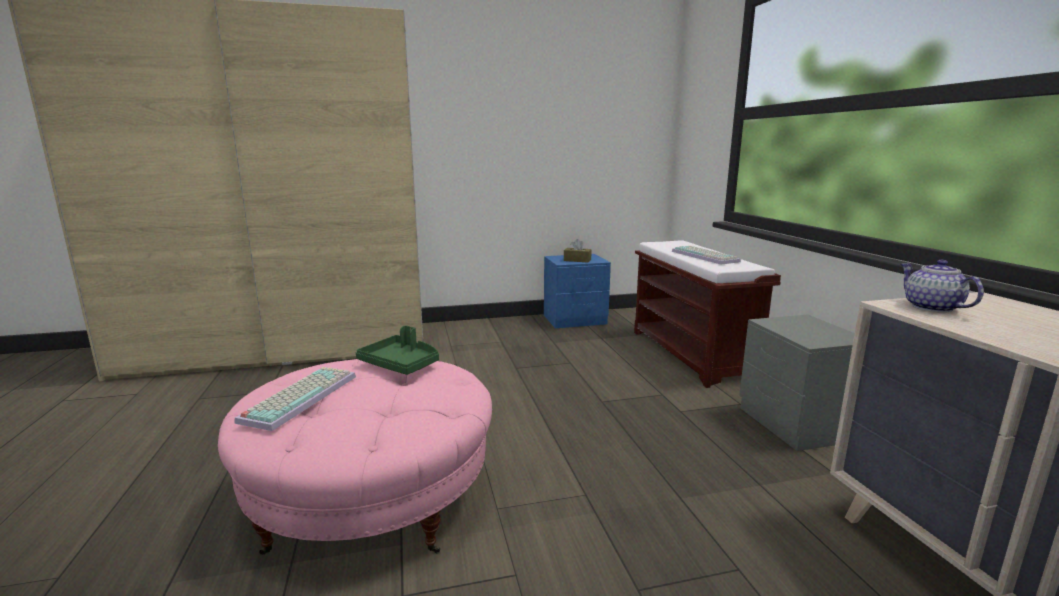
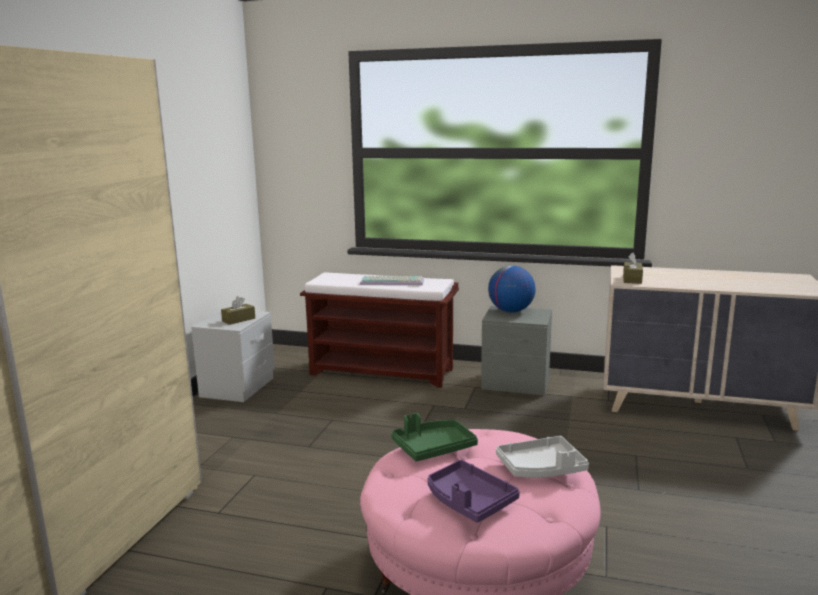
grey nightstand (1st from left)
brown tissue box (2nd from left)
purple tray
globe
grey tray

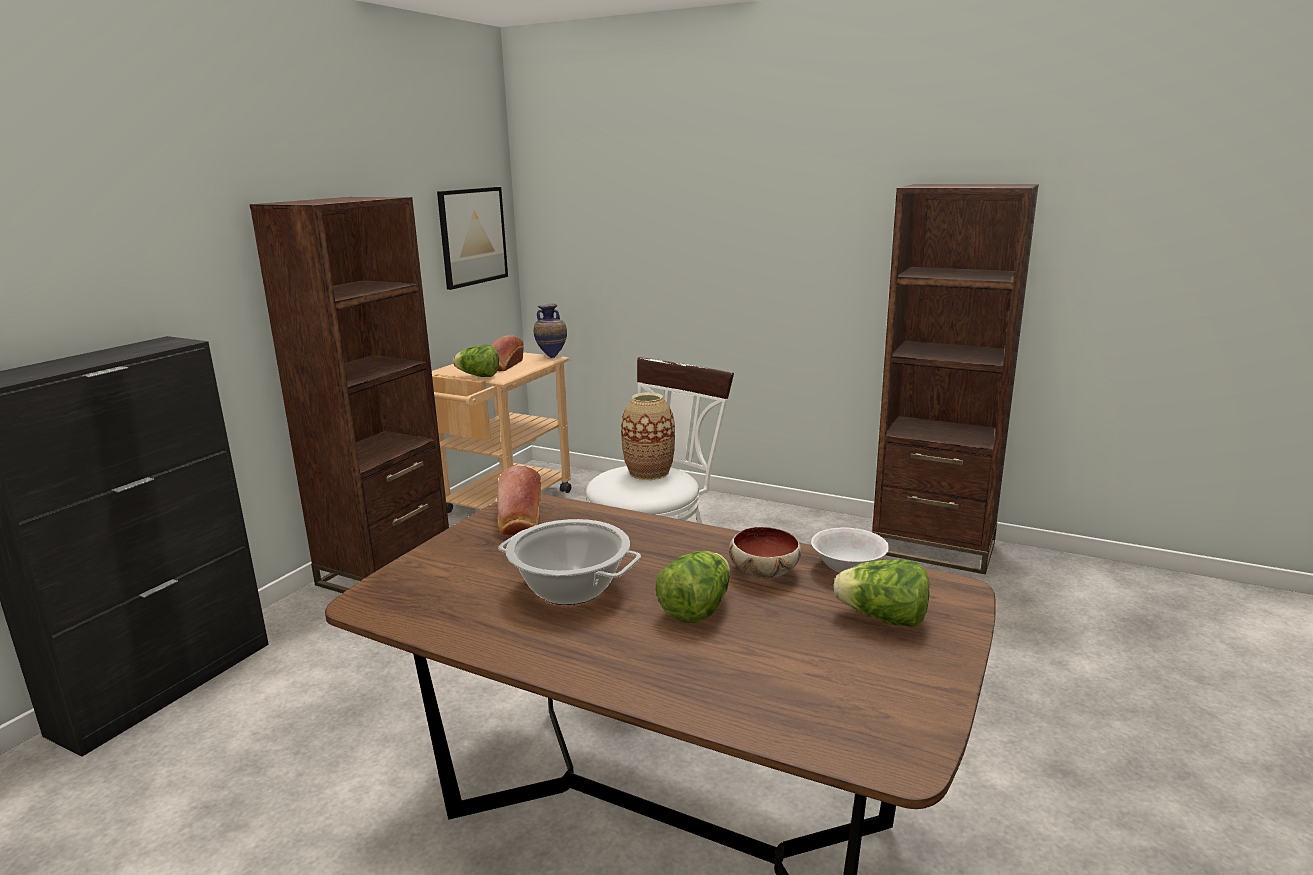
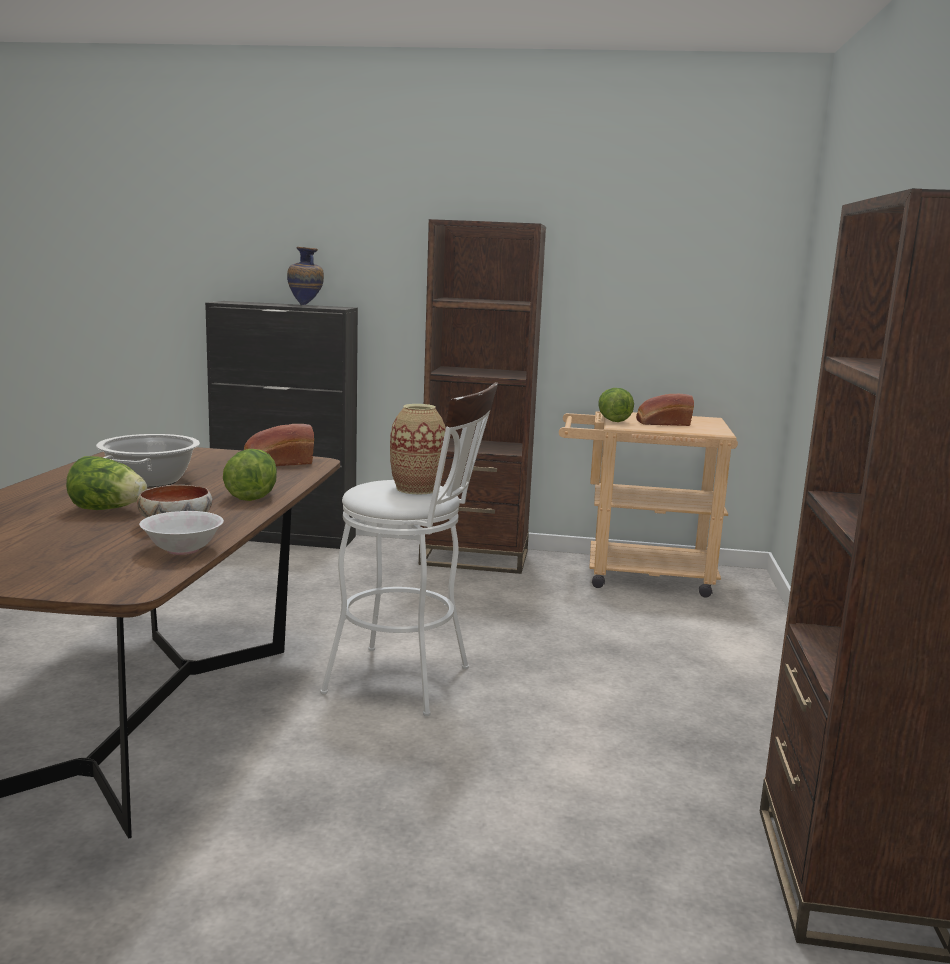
picture
vase (1st from left)
lettuce (2nd from left)

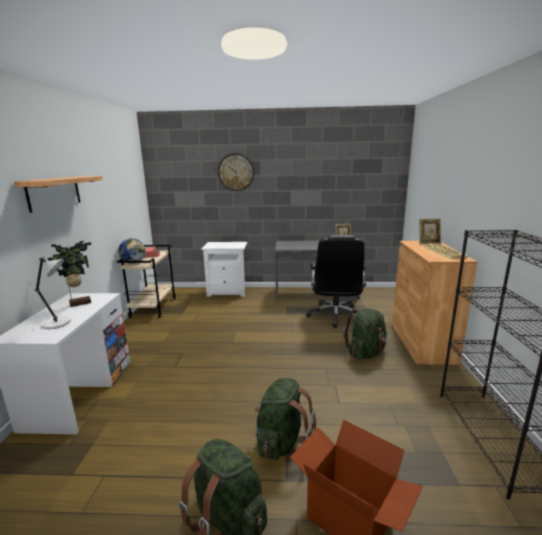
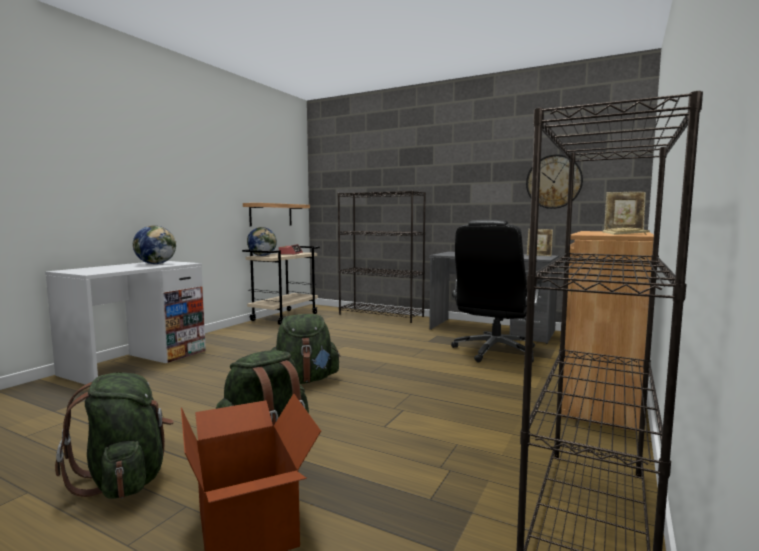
wall clock
shelf
globe (1st from left)
black bookcase (1st from left)
grey table lamp
green backpack (3rd from left)

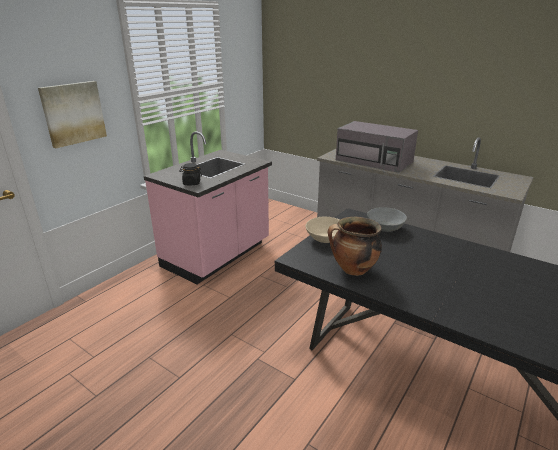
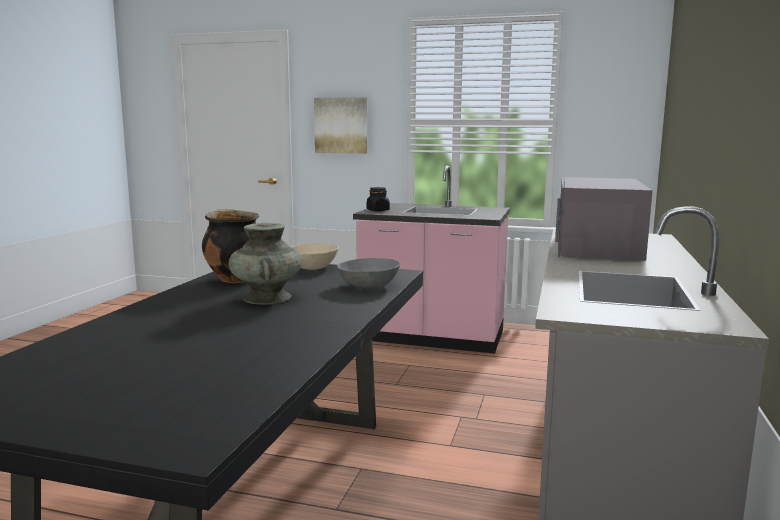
turquoise vase

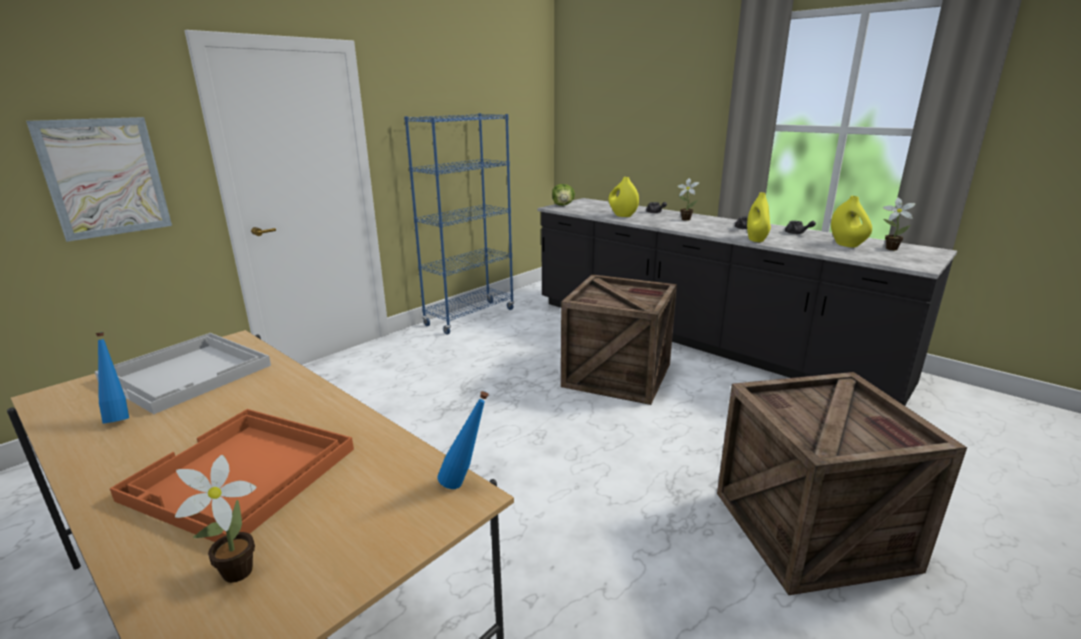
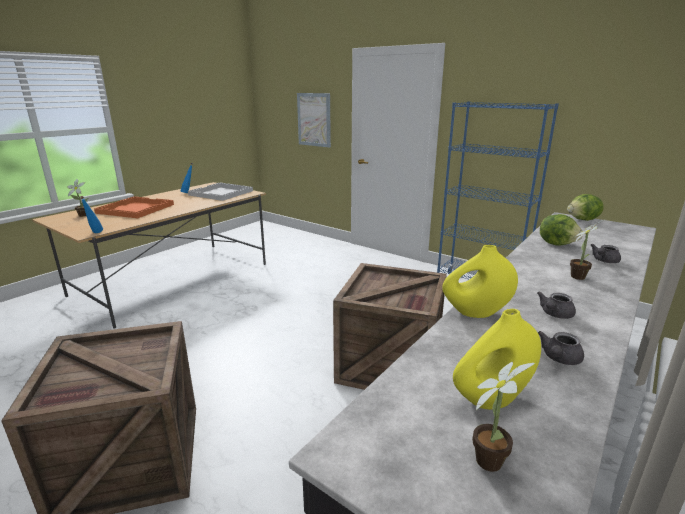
lettuce (1st from left)

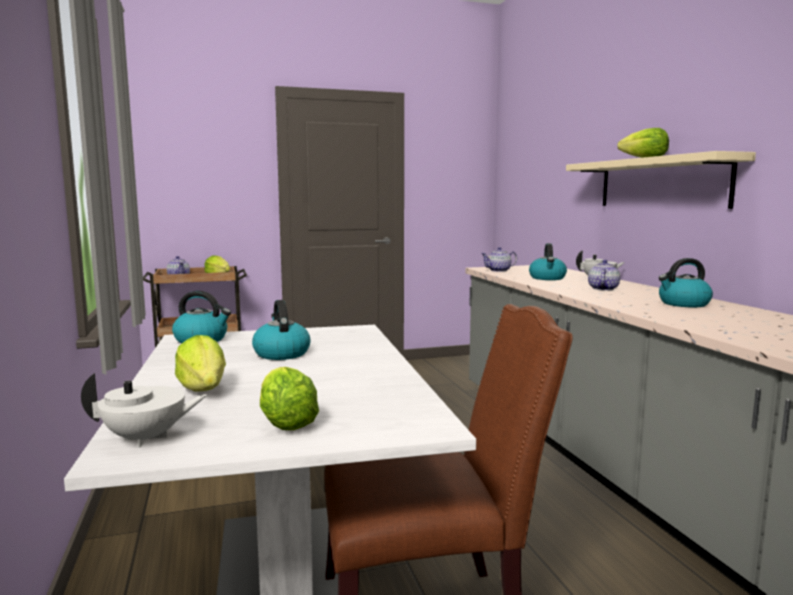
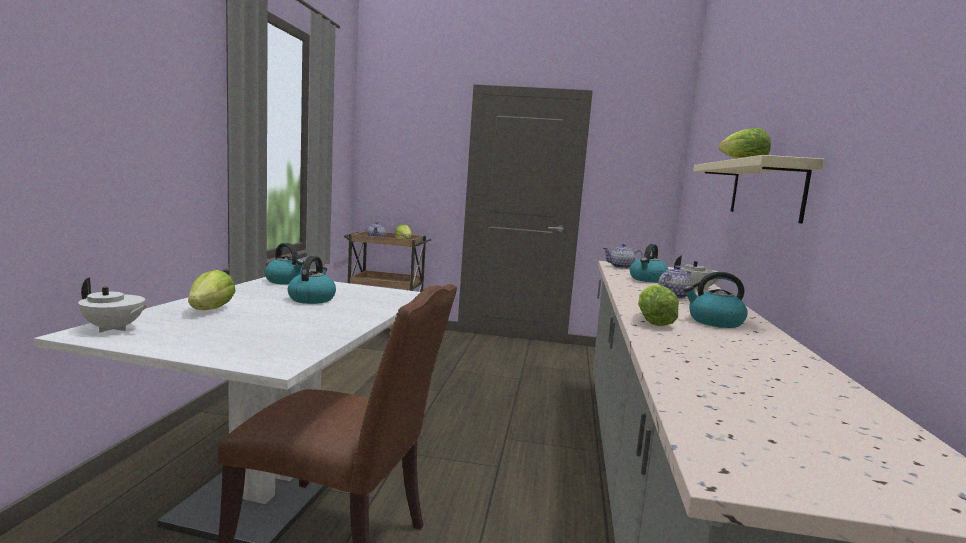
lettuce (3rd from left)

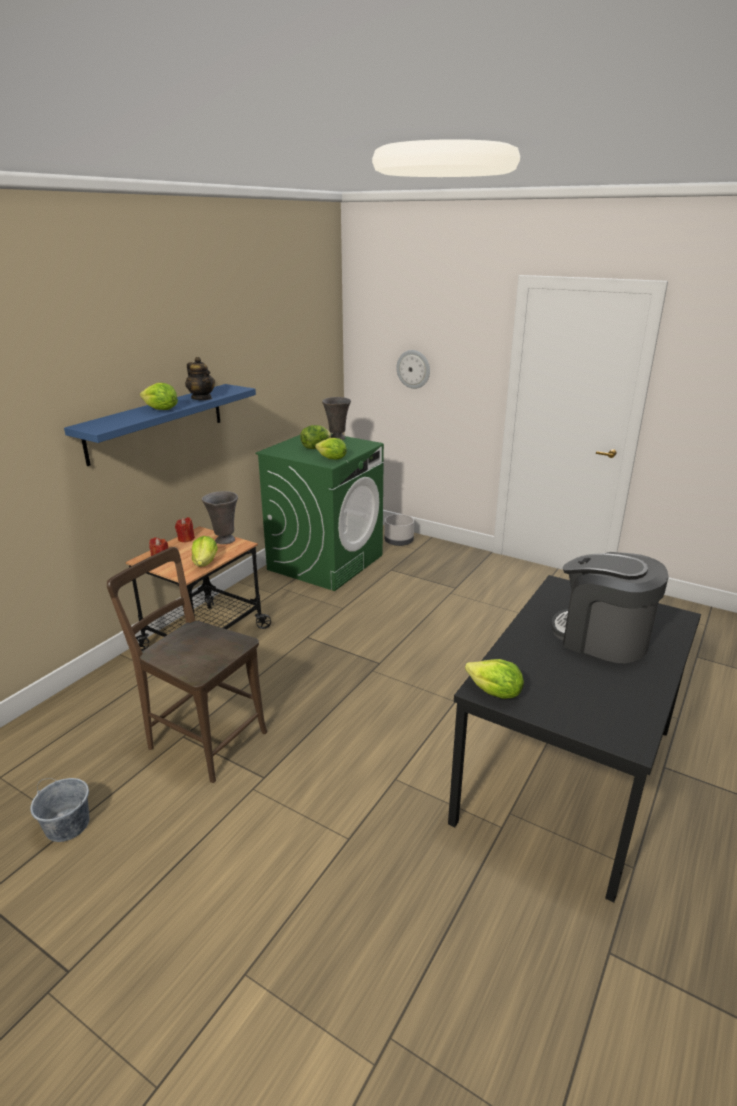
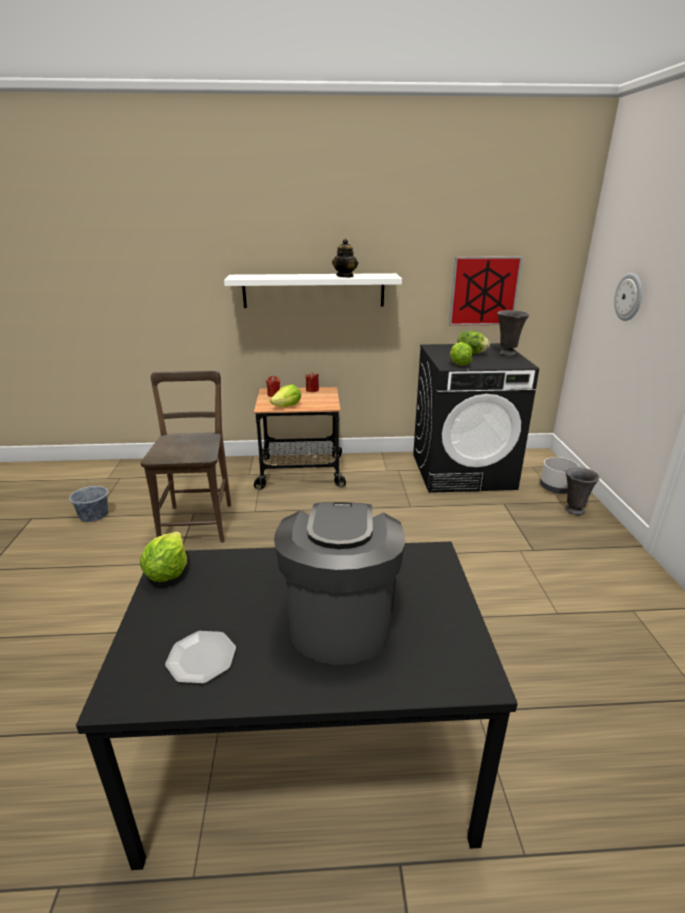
lettuce (1st from left in the first image)
white shelf
black washing machine
grey vase (2nd from left)
picture
plate

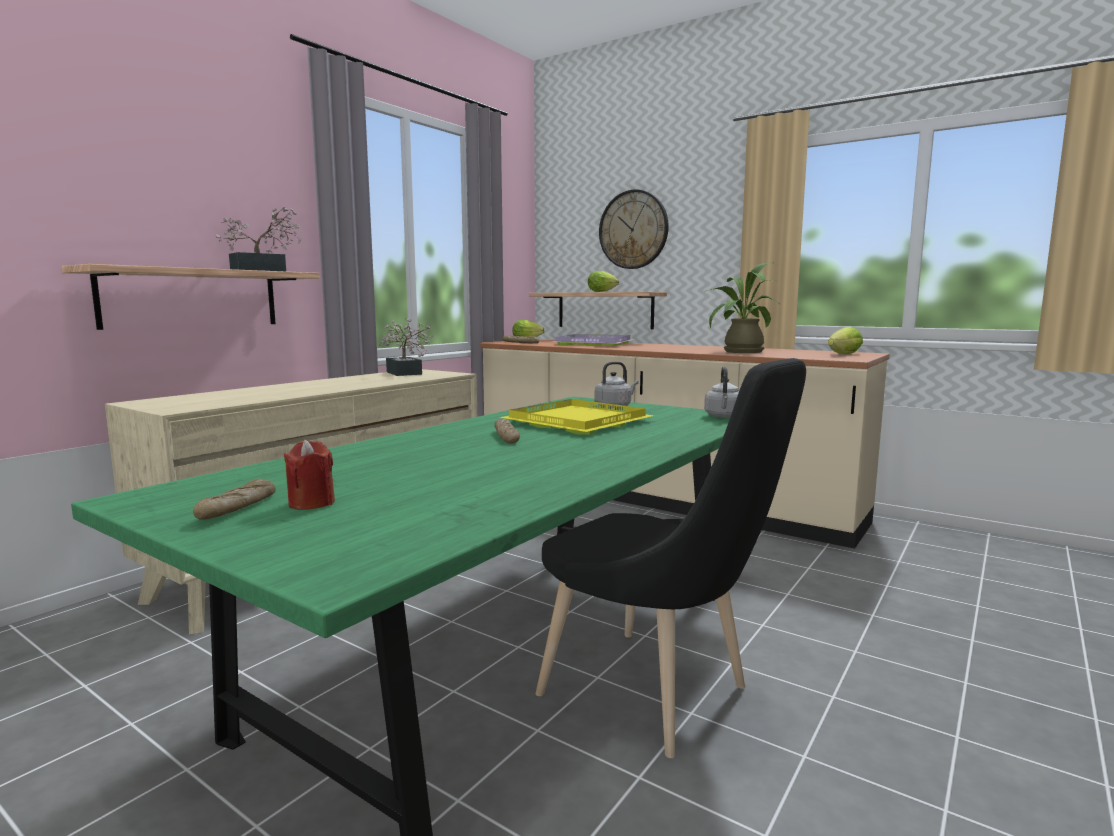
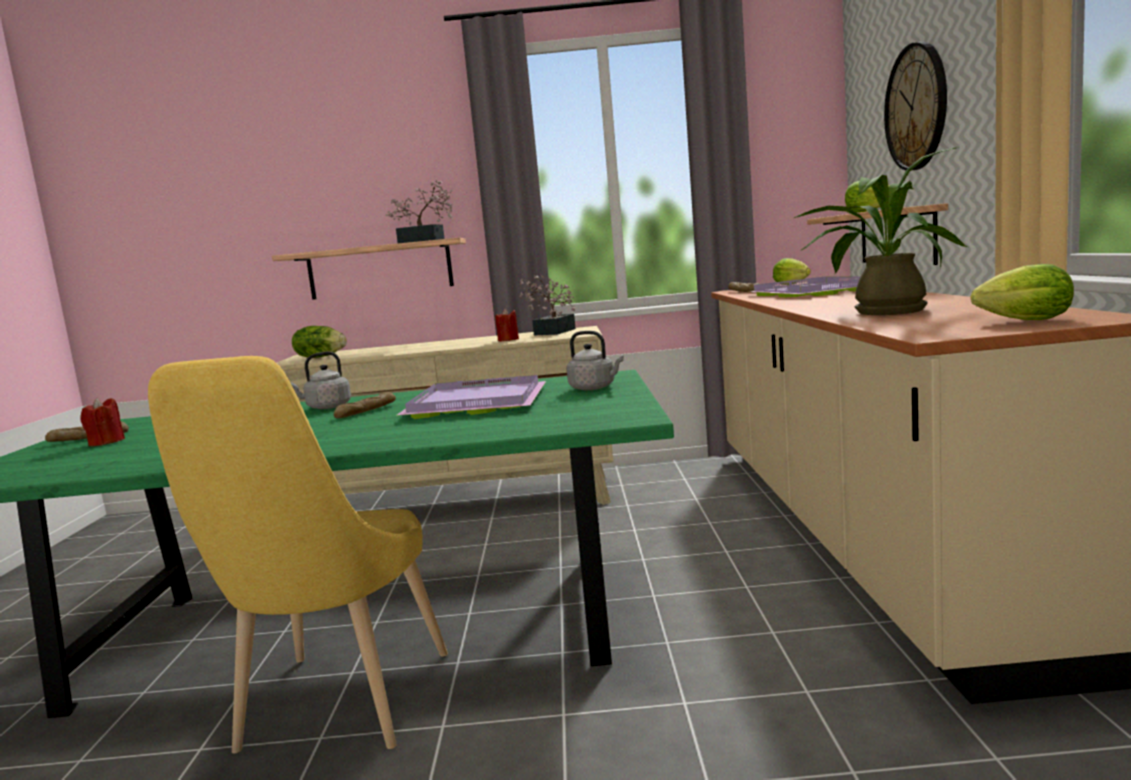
yellow chair
grey kettle (1st from left)
purple tray (1st from left)
red candle (2nd from left)
lettuce (1st from left)

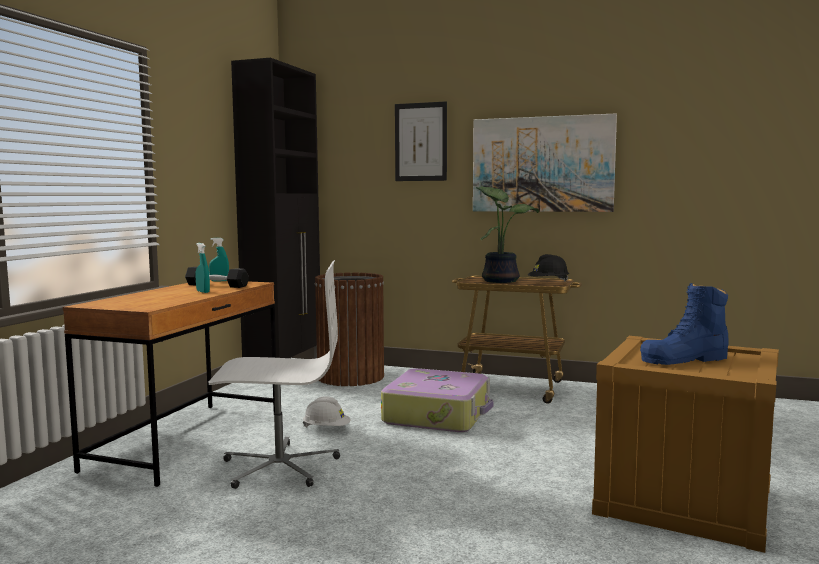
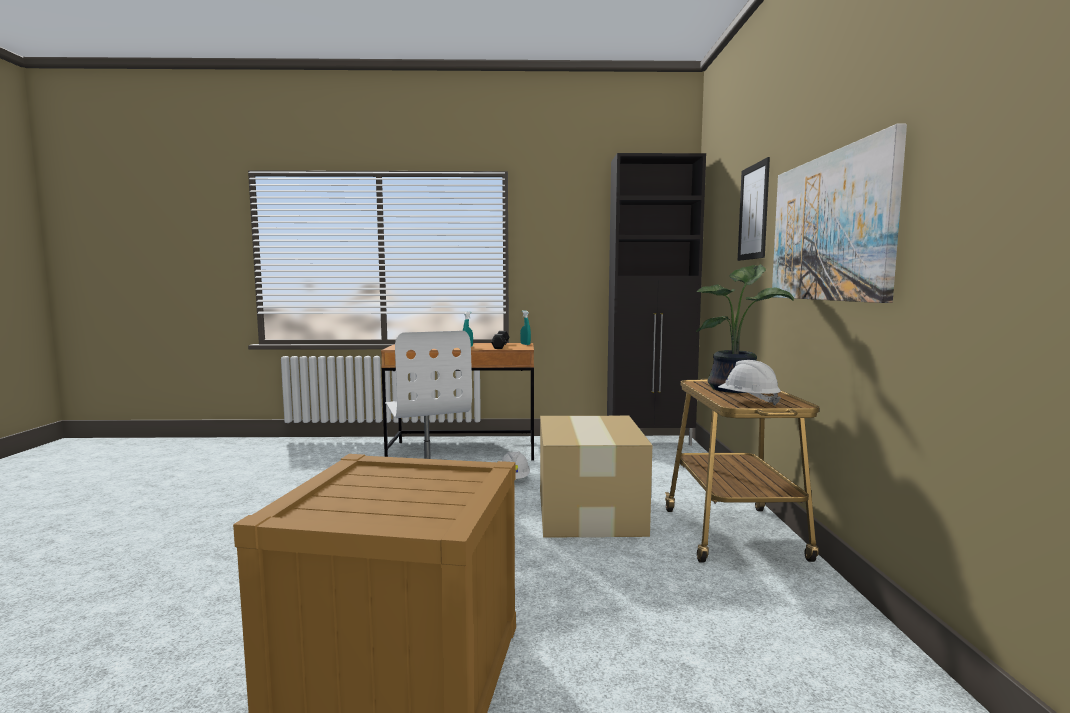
white hard hat (2nd from left)
brown trash can
blue boot
cardboard box

